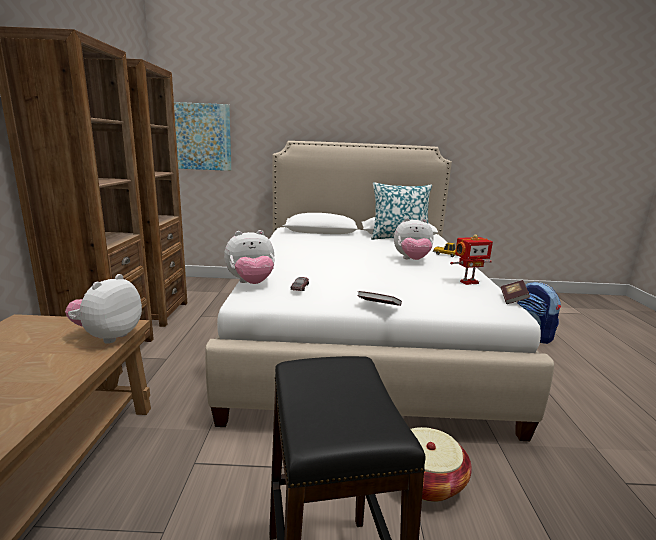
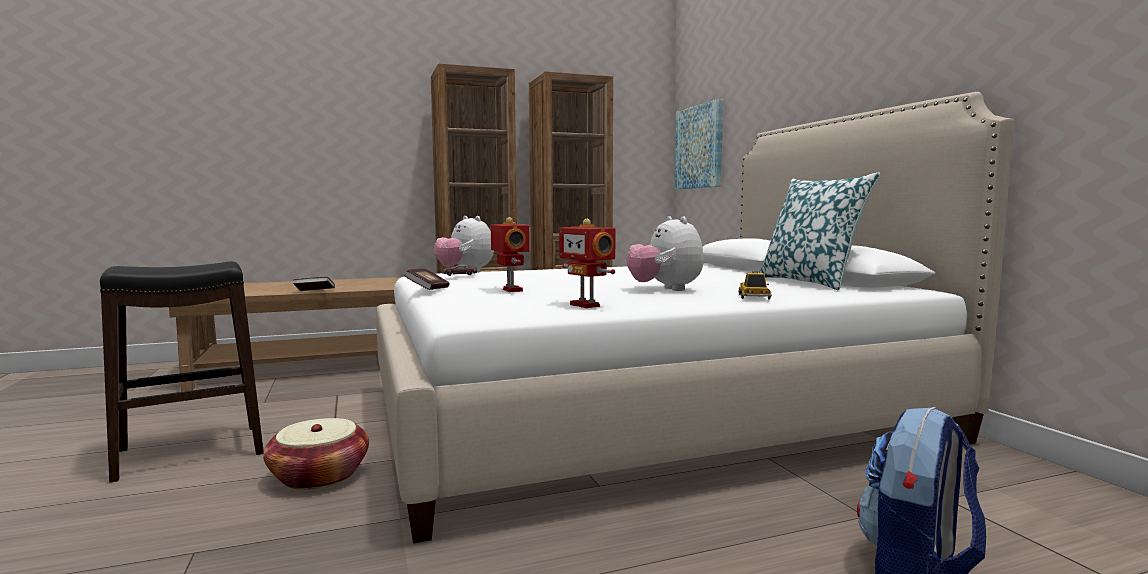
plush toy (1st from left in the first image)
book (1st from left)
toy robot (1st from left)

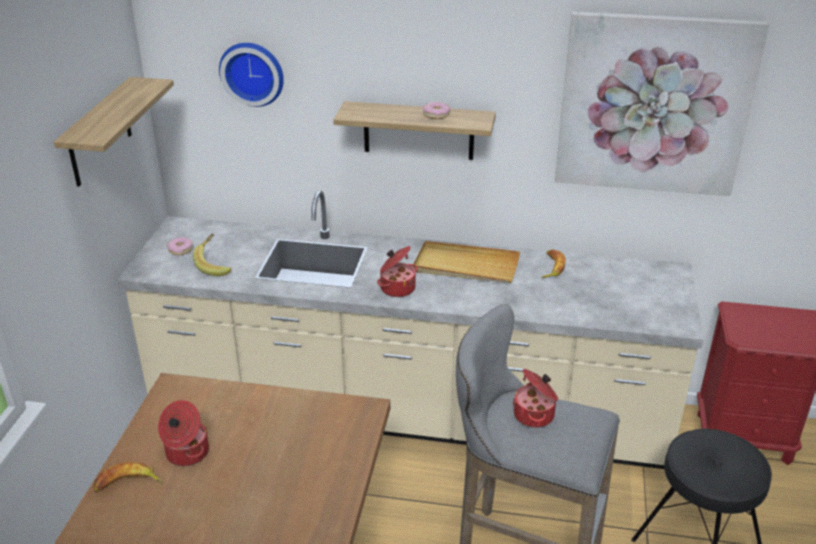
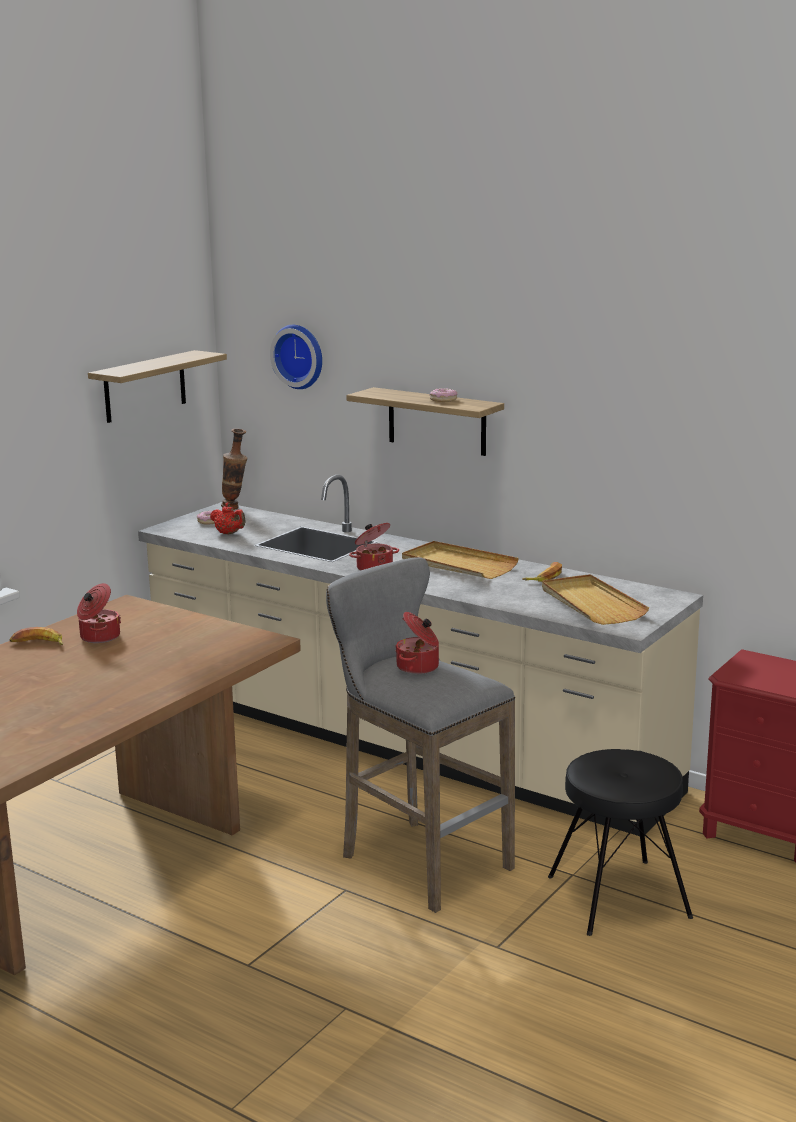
picture
red teapot
vase
beige tray (2nd from left)

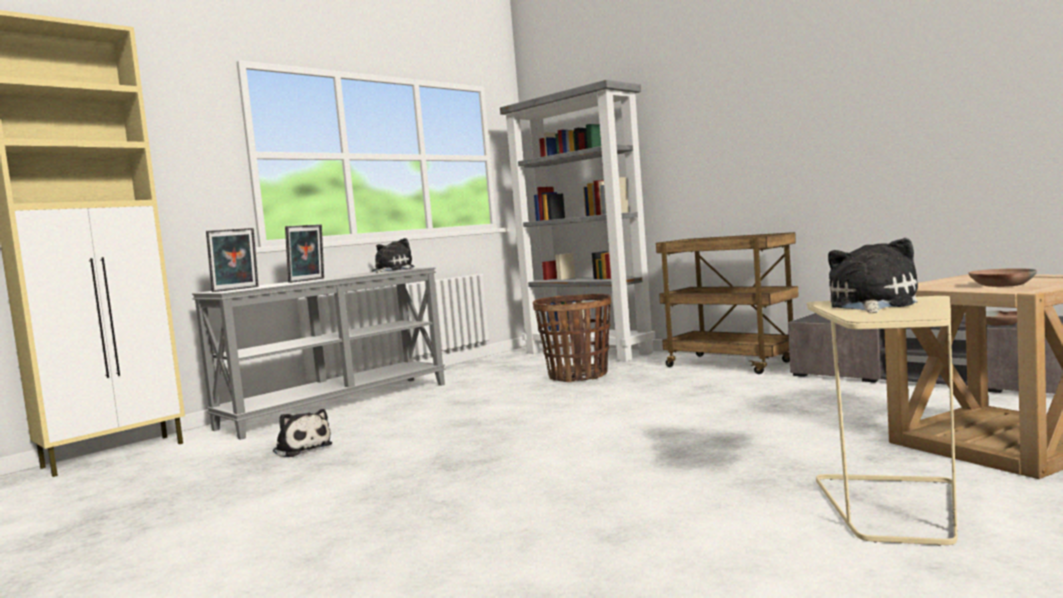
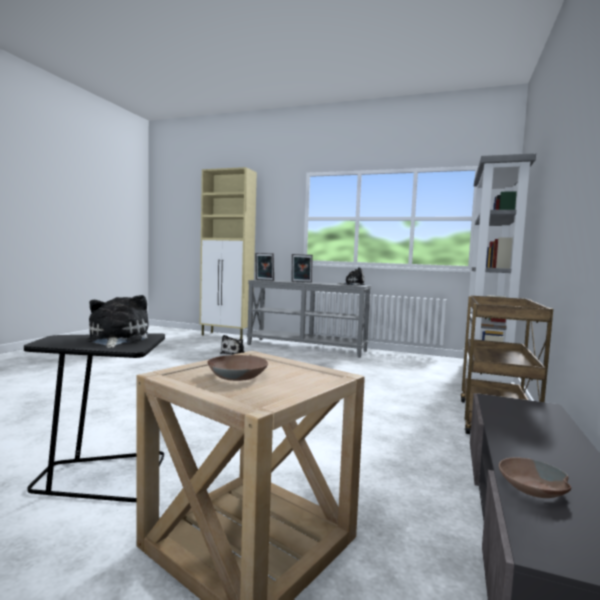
plush toy (1st from left)
basket
black side table

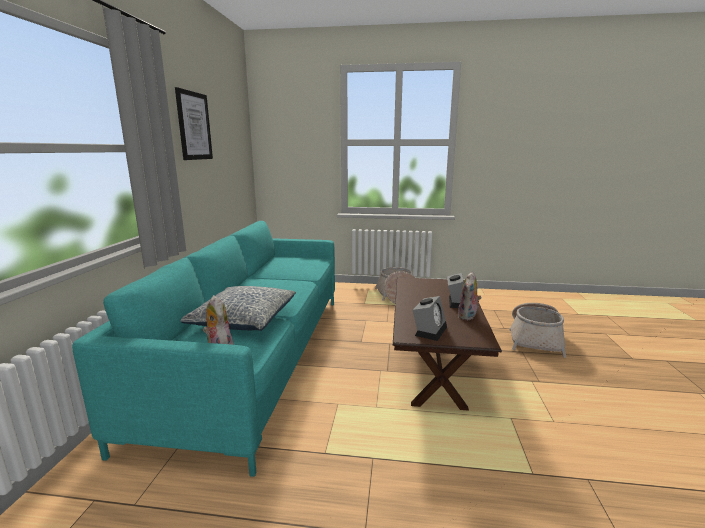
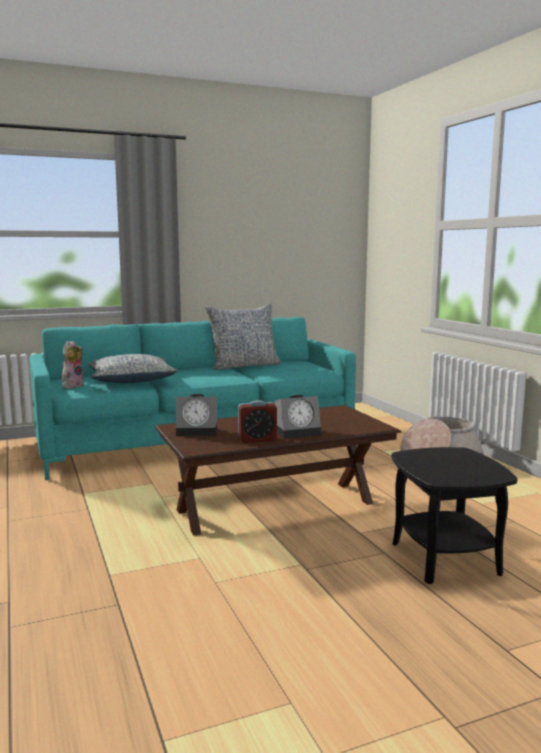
picture
alarm clock (2nd from left)
black side table
pillow (2nd from left)

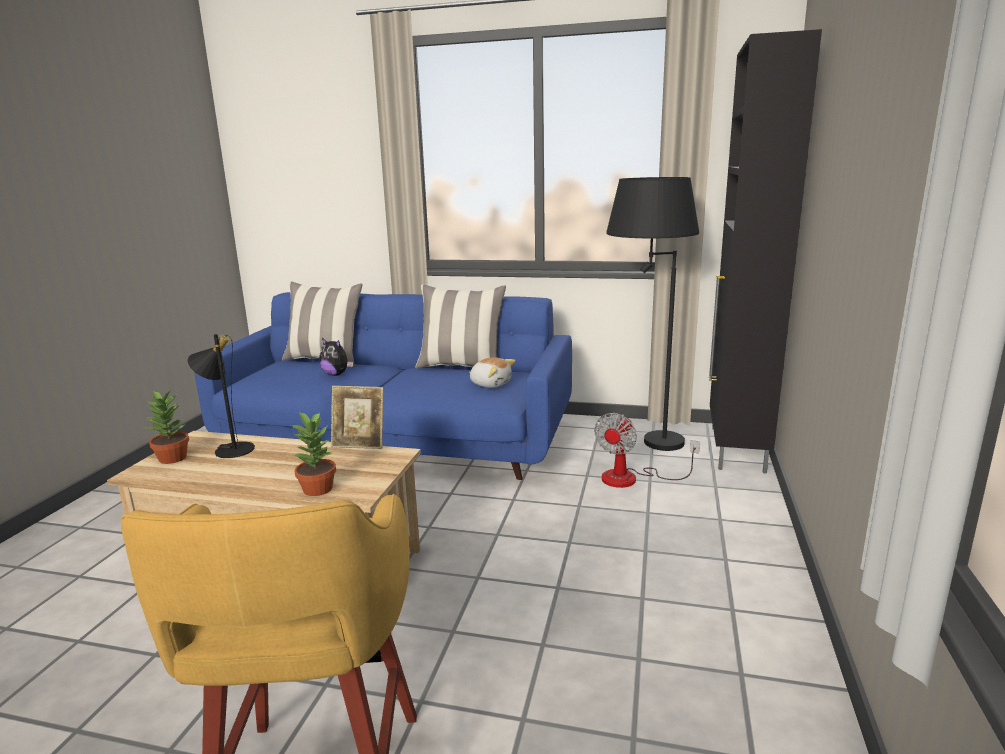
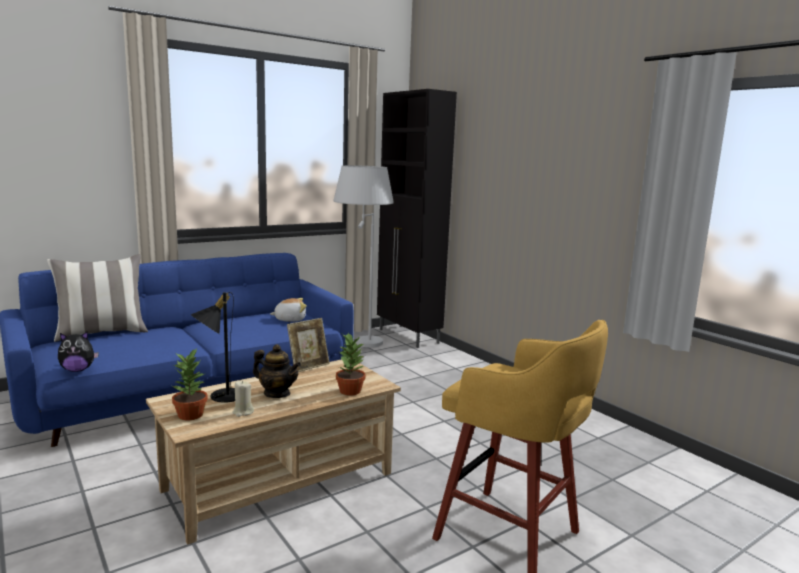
white floor lamp
pillow (2nd from left in the first image)
plush toy (1st from left)
fan
teapot
beige candle

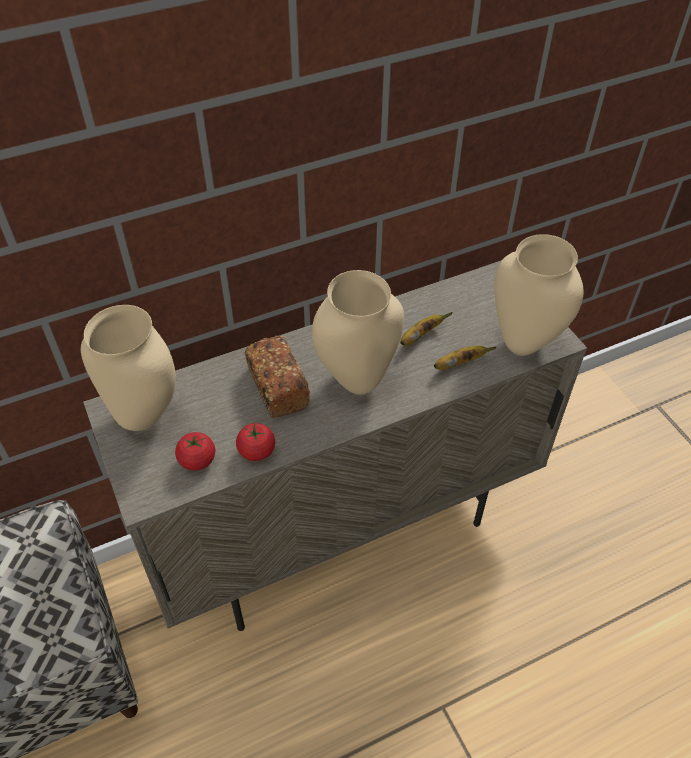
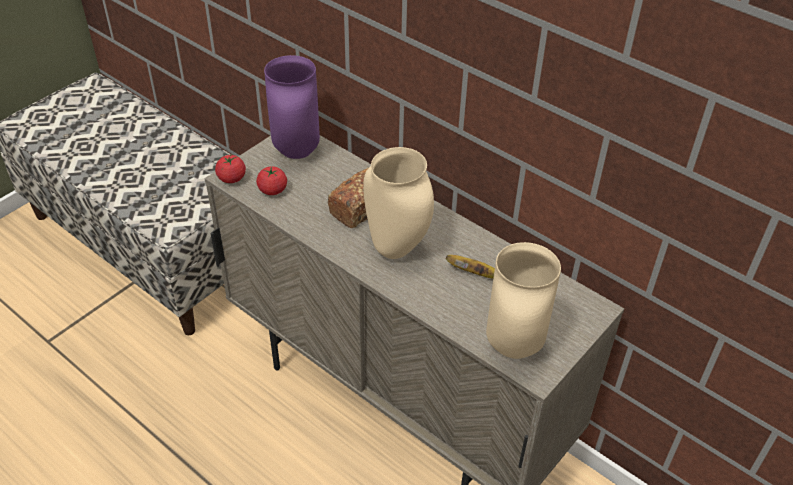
purple vase
banana (2nd from left in the first image)
tomato (1st from left)

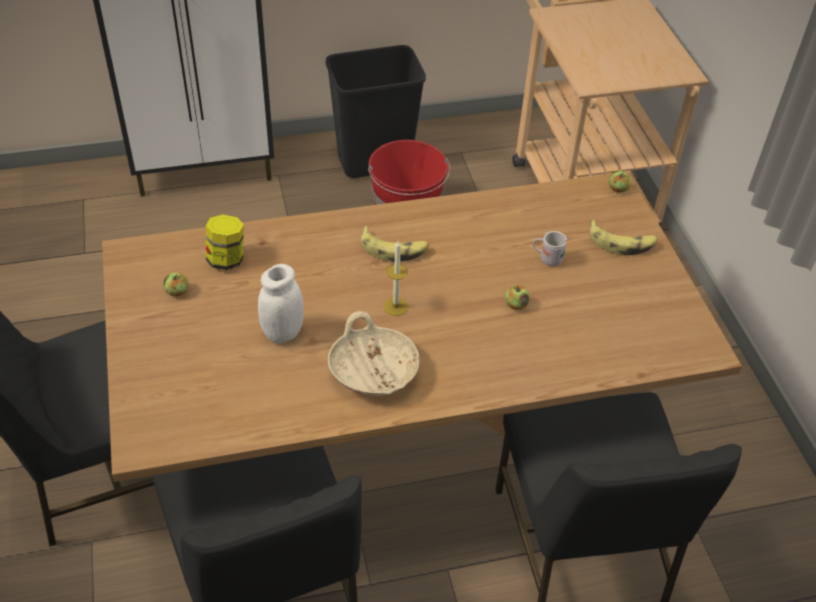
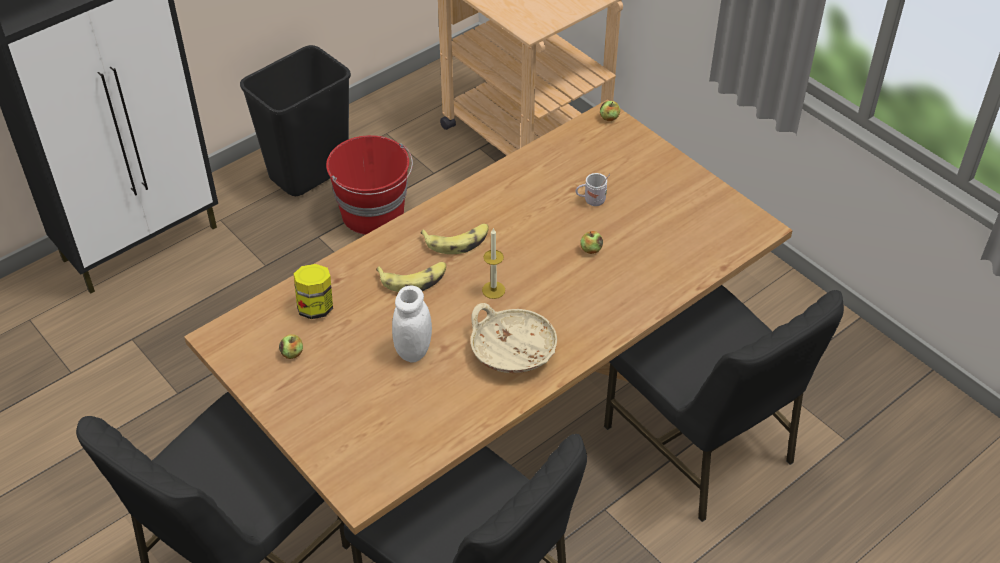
banana (1st from left)

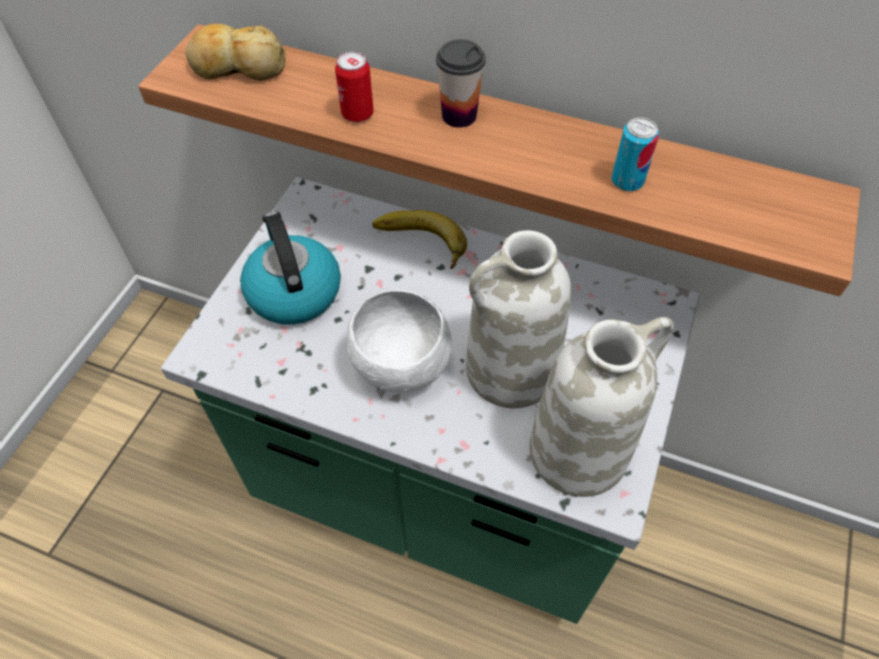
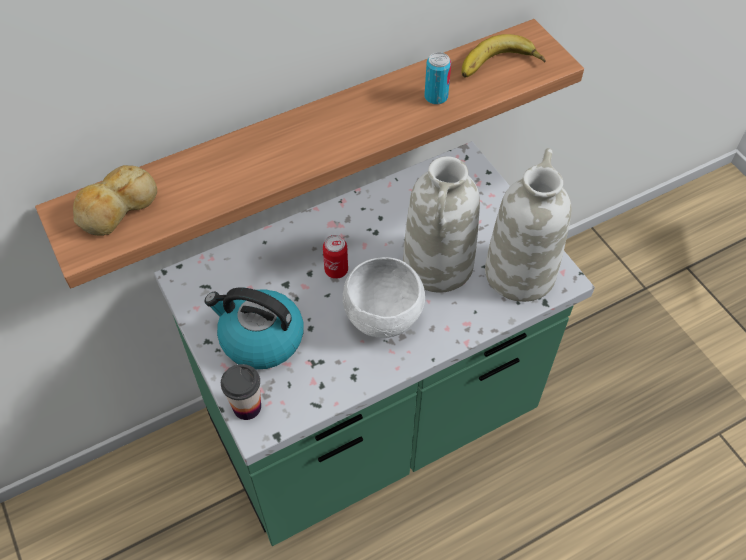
cup
can (1st from left)
banana

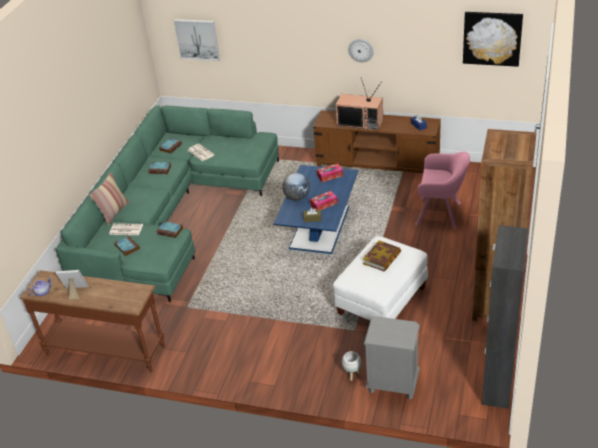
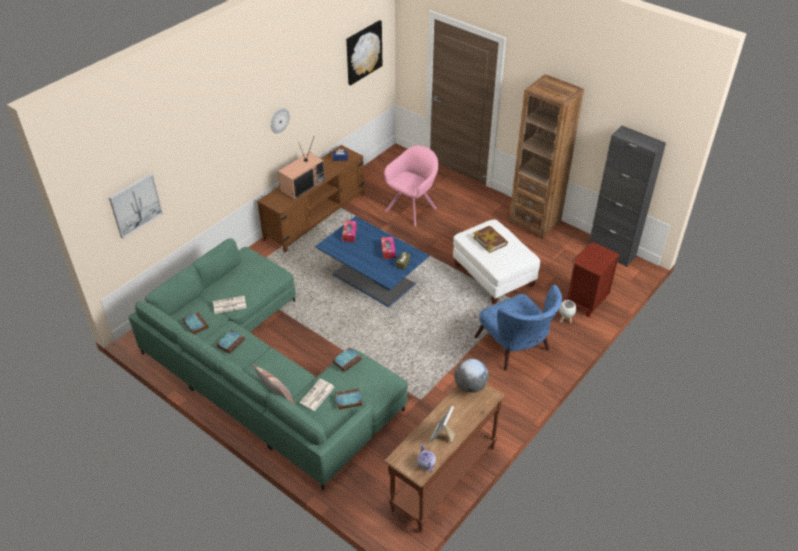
globe
brown nightstand
blue armchair

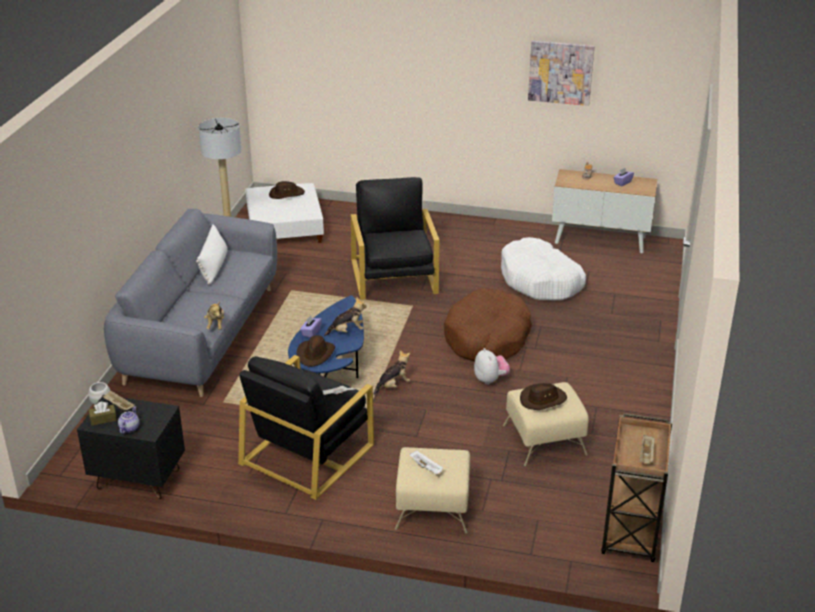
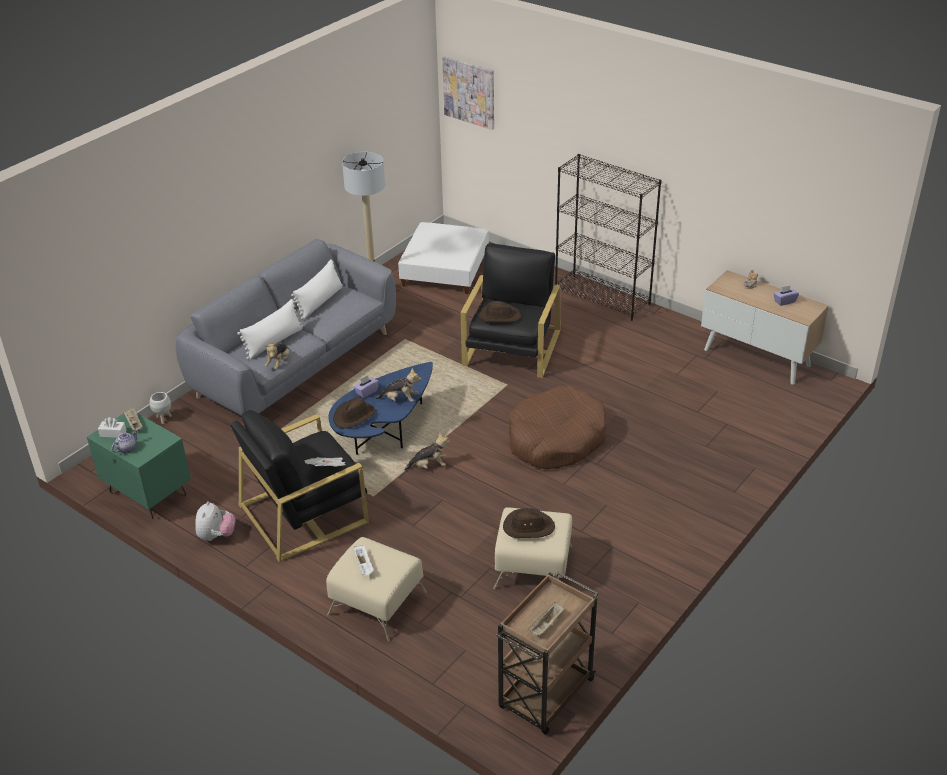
picture
brown hat (2nd from left)
white dog bed
plush toy (1st from left)
green nightstand
white tissue box
black bookcase
white pillow (1st from left)

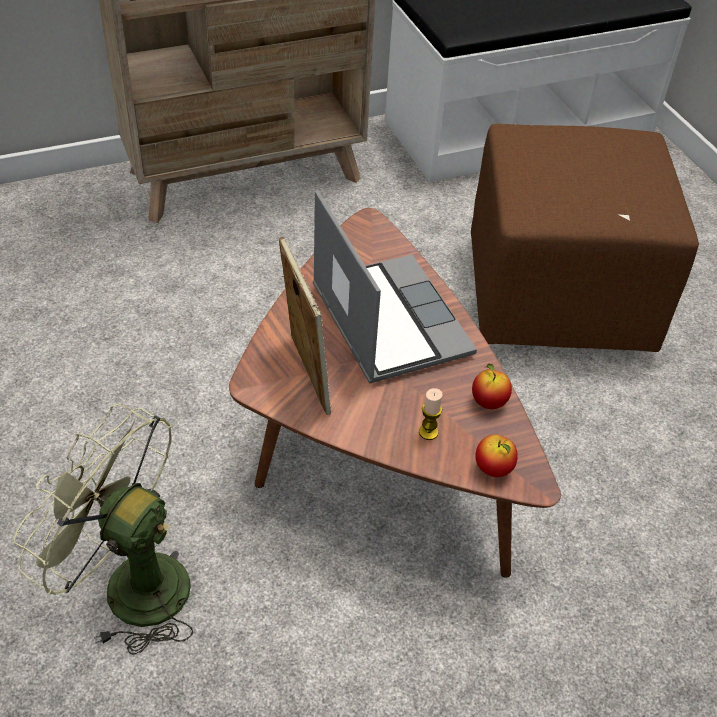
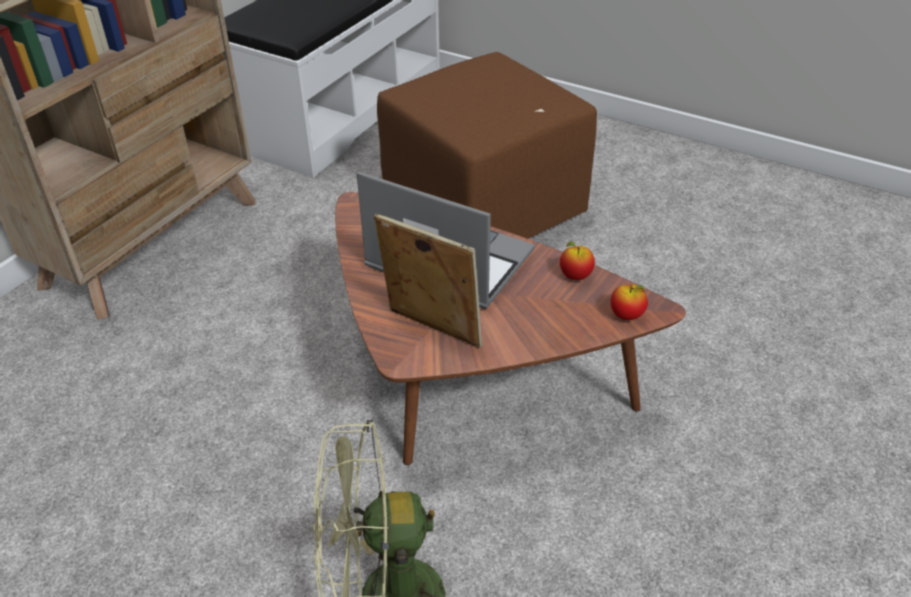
candle

